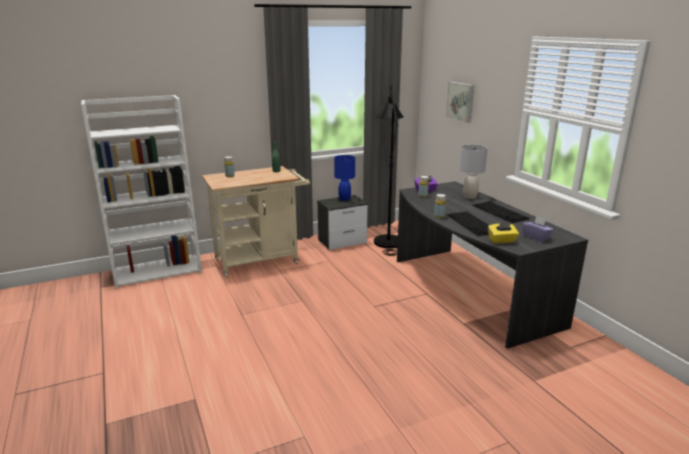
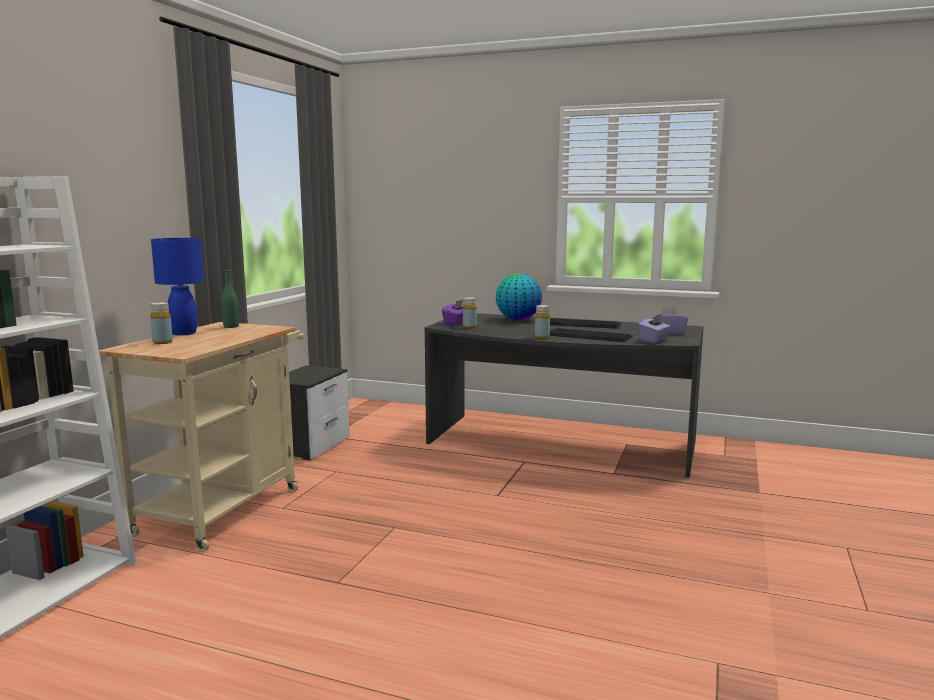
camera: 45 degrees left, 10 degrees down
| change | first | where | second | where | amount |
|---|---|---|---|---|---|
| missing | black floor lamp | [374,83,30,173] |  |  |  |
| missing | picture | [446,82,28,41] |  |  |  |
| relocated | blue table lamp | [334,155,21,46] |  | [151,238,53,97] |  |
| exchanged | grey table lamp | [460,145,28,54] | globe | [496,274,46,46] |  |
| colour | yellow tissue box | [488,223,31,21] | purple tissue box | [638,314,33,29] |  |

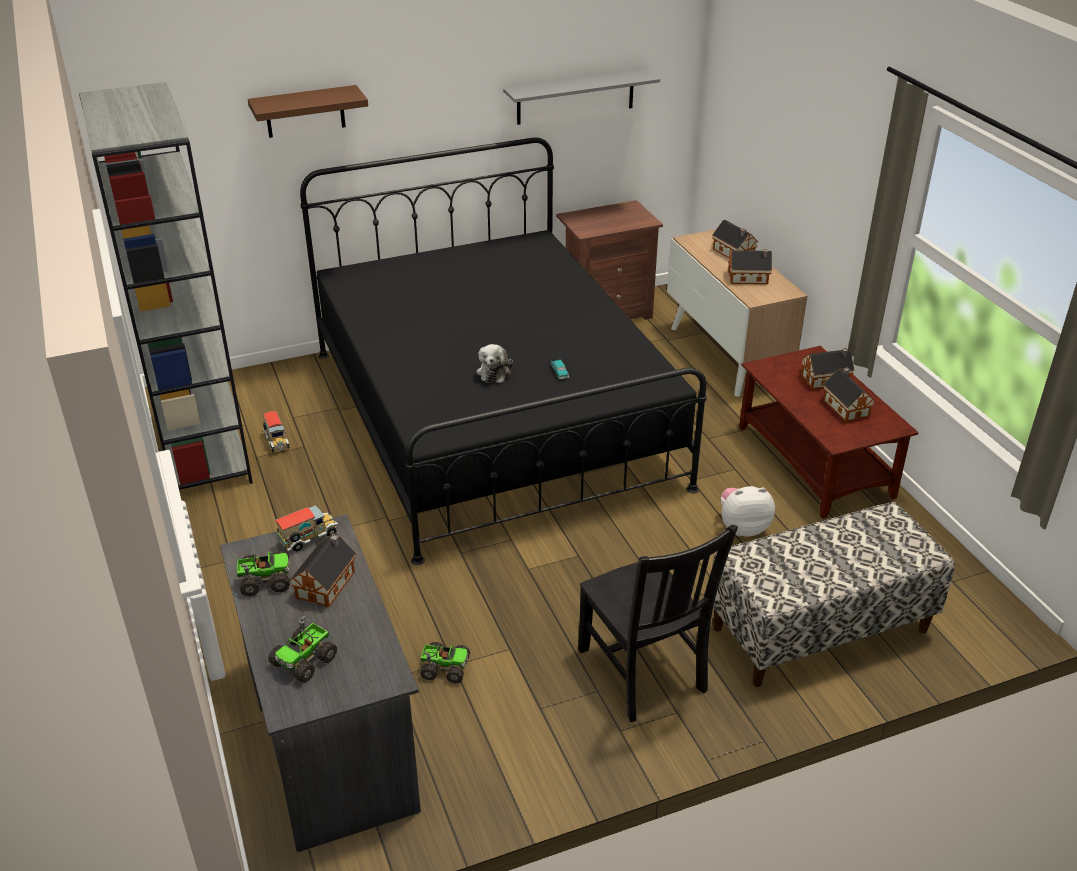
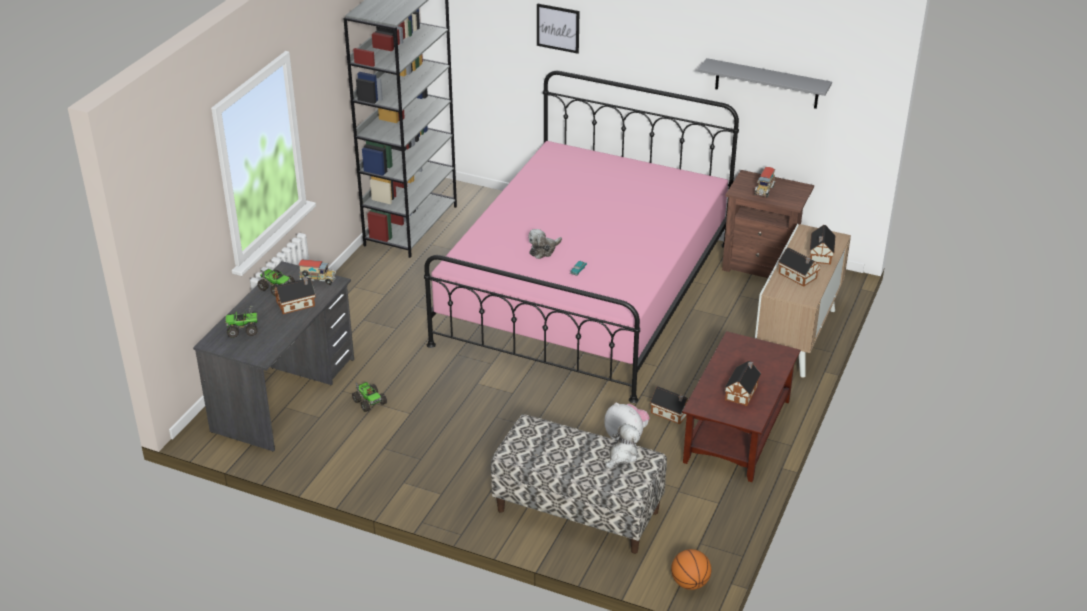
camera: 45 degrees right, 0 degrees up
| change | first | where | second | where | amount |
|---|---|---|---|---|---|
| missing | black chair | [578,525,160,197] |  |  |  |
| appeared |  |  | plush toy | [605,424,35,45] |  |
| appeared |  |  | basketball | [671,549,40,41] |  |
| relocated | toy truck | [263,411,26,41] |  | [755,167,21,30] |  |
| relocated | toy house | [801,348,54,41] |  | [650,386,39,38] |  |
| exchanged | brown shelf | [248,85,120,53] | picture | [537,3,43,51] |  |
| colour | black bed | [300,137,407,428] | pink bed | [424,71,315,332] |  |

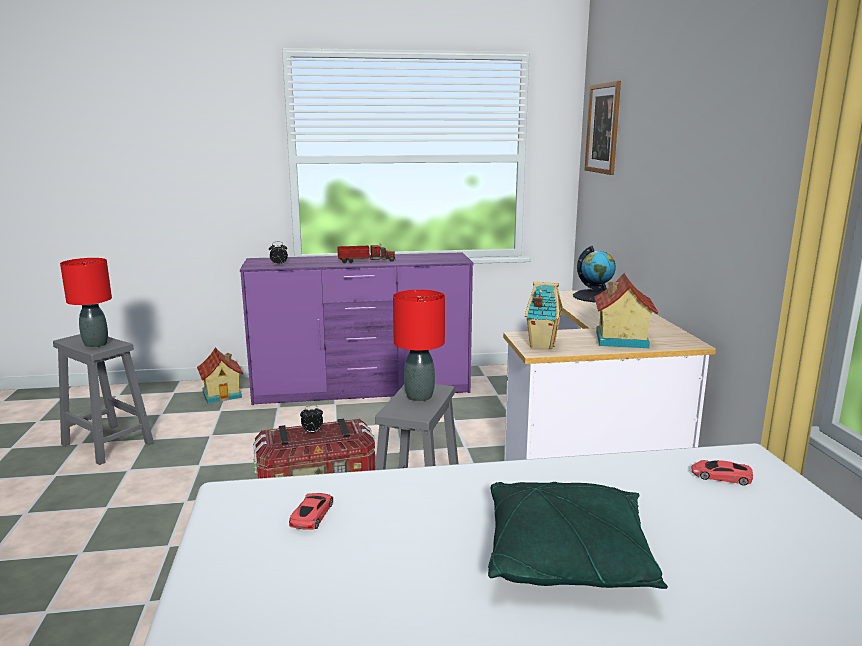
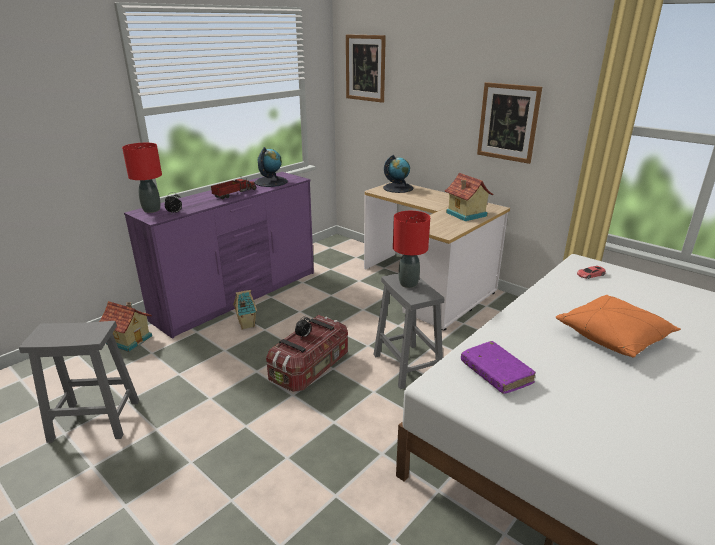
camera: 40 degrees left, 10 degrees up
| change | first | where | second | where | amount |
|---|---|---|---|---|---|
| appeared |  |  | globe | [255,147,33,40] |  |
| appeared |  |  | picture | [477,82,65,82] |  |
| relocated | red table lamp | [60,258,52,90] |  | [122,143,40,70] |  |
| relocated | toy house | [525,281,38,68] |  | [233,290,24,40] |  |
| exchanged | red toy car | [289,493,44,37] | purple book | [461,341,75,53] |  |
| colour | green pillow | [488,482,180,107] | orange pillow | [556,295,125,63] |  |

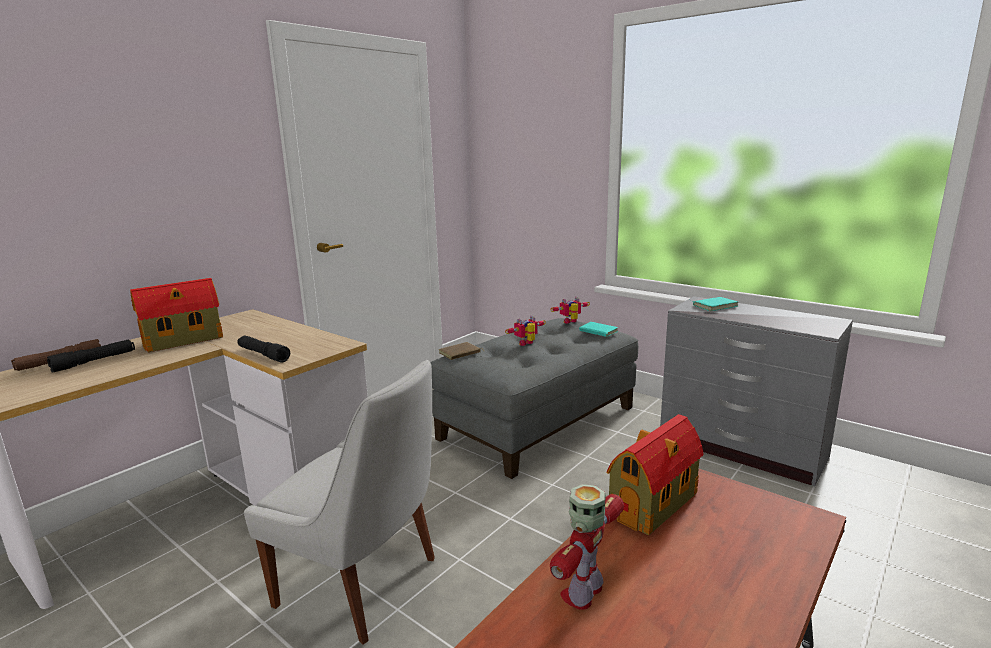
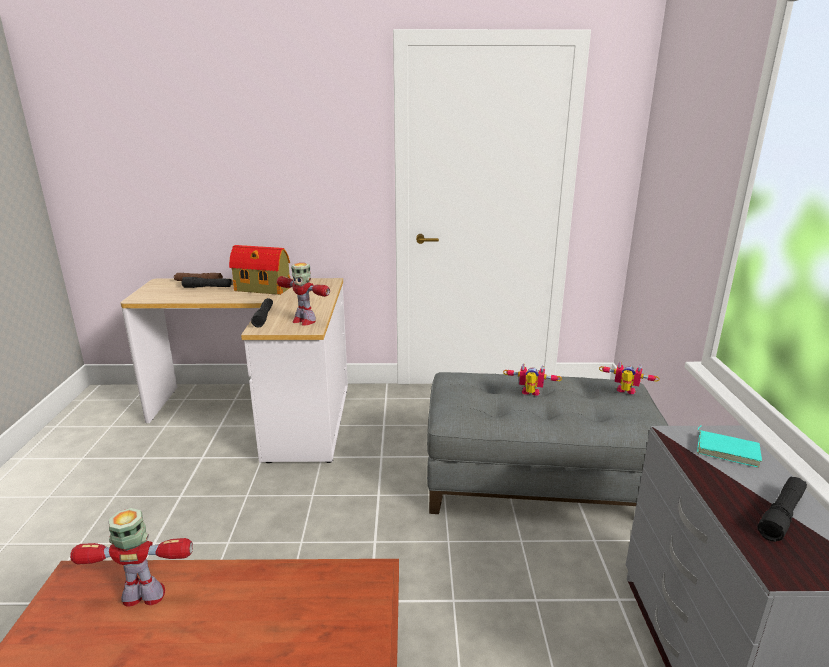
camera: 50 degrees right, 5 degrees up
| change | first | where | second | where | amount |
|---|---|---|---|---|---|
| missing | white chair | [244,360,191,285] |  |  |  |
| missing | brown book | [439,342,46,18] |  |  |  |
| missing | turquoise book | [579,322,39,15] |  |  |  |
| missing | toy house | [607,414,97,121] |  |  |  |
| appeared |  |  | toy robot | [277,263,53,63] |  |
| appeared |  |  | black flashlight | [757,476,50,66] |  |

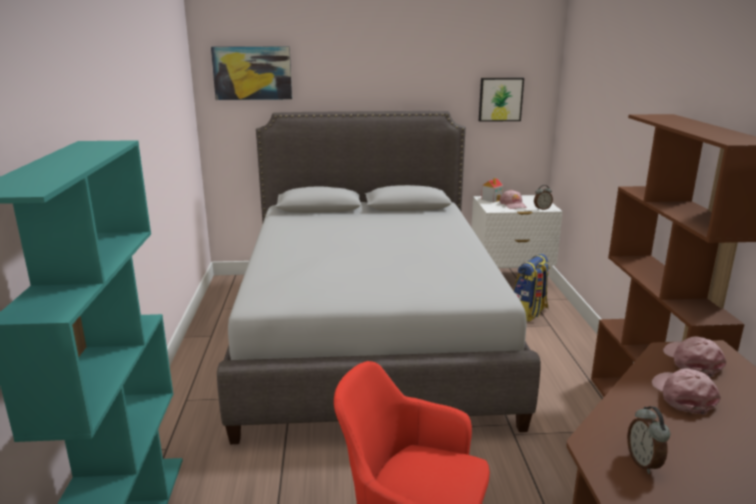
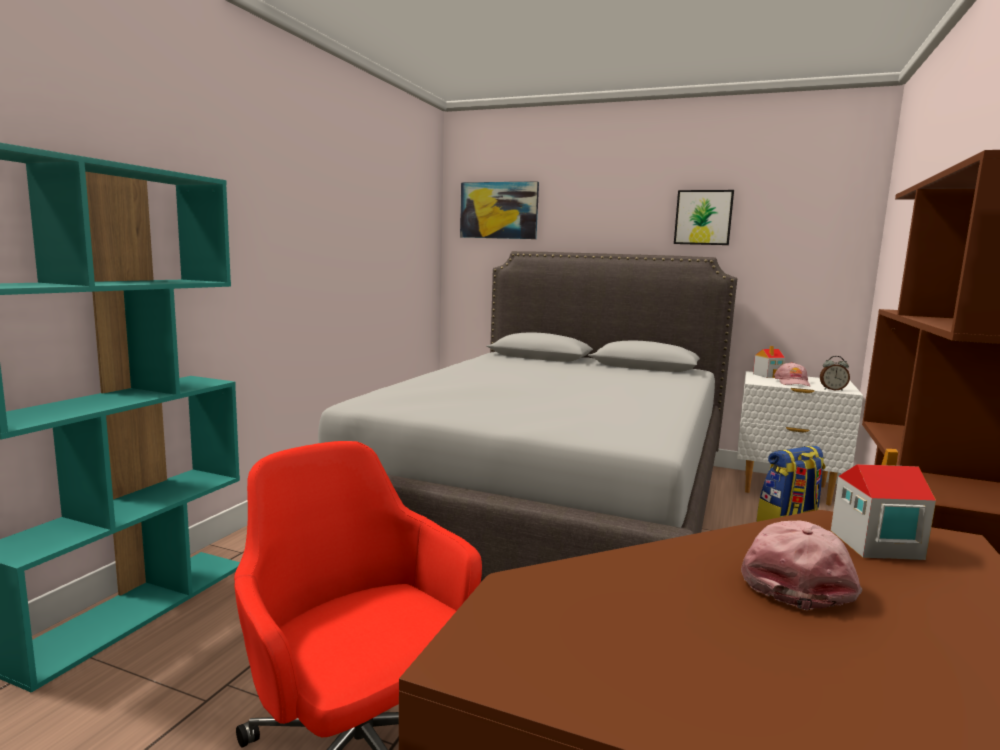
camera: 25 degrees right, 10 degrees down
| change | first | where | second | where | amount |
|---|---|---|---|---|---|
| missing | alarm clock | [627,406,43,68] |  |  |  |
| relocated | picture | [479,78,45,44] |  | [674,190,60,55] |  |
| exchanged | pink cap | [663,337,63,40] | toy house | [831,449,105,111] |  |

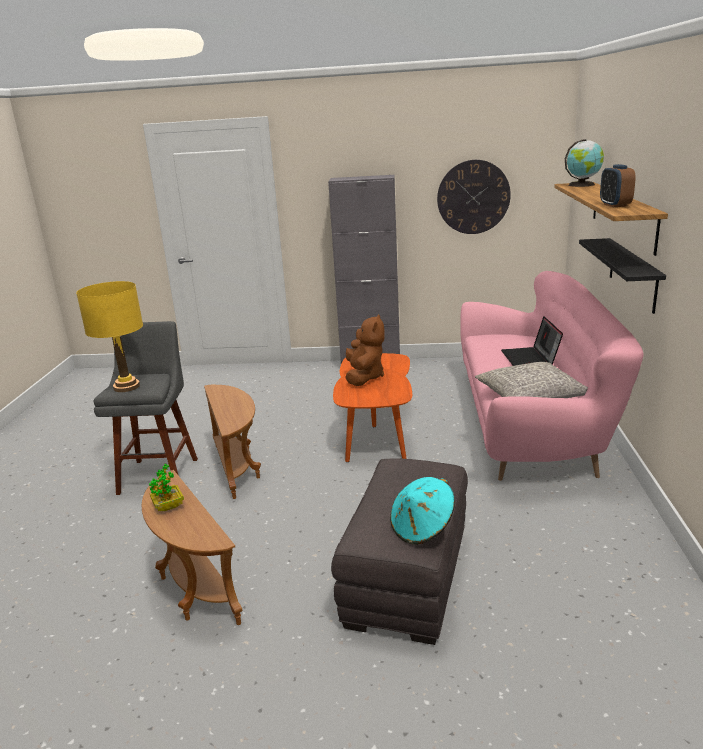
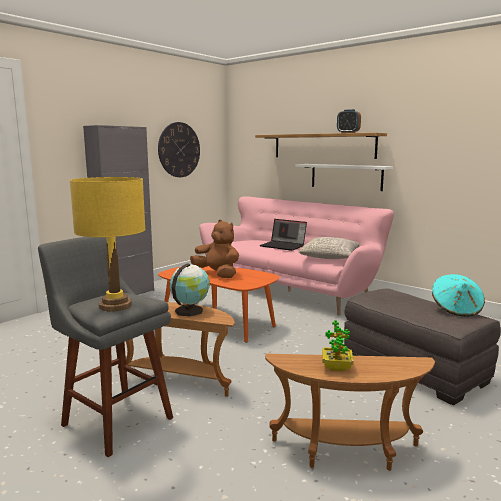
camera: 55 degrees left, 10 degrees down
| change | first | where | second | where | amount |
|---|---|---|---|---|---|
| relocated | globe | [565,139,39,48] |  | [170,263,40,54] |  |
| colour | black shelf | [579,238,87,76] | white shelf | [295,164,98,27] |  |

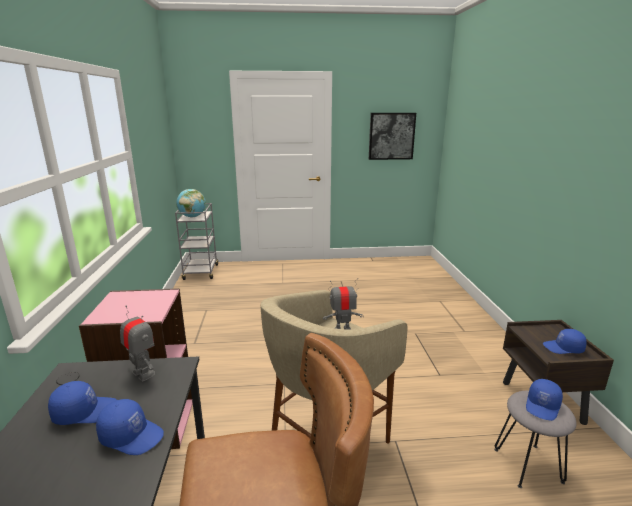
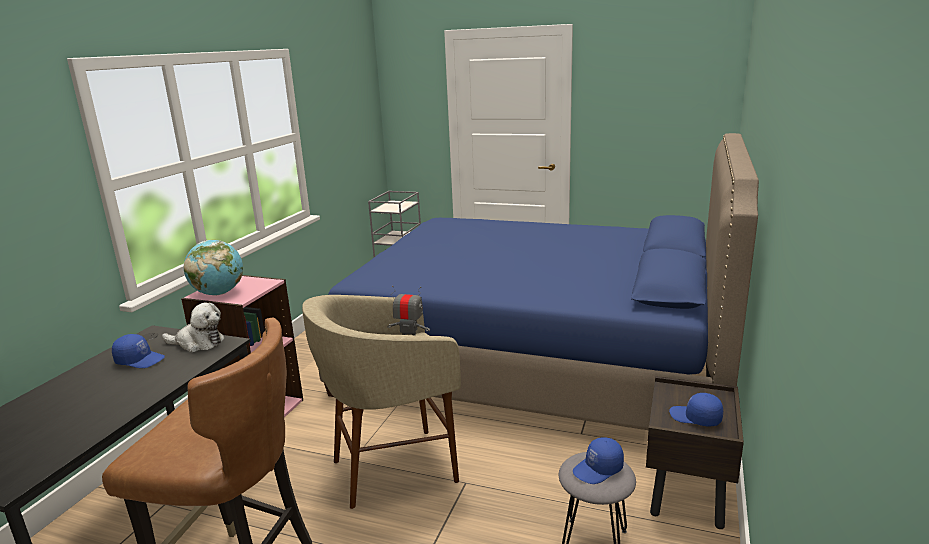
camera: 25 degrees right, 0 degrees up
| change | first | where | second | where | amount |
|---|---|---|---|---|---|
| missing | blue cap | [96,399,68,56] |  |  |  |
| missing | picture | [369,113,47,47] |  |  |  |
| appeared |  |  | blue bed | [319,133,440,297] |  |
| relocated | globe | [176,189,30,28] |  | [184,240,59,56] |  |
| exchanged | toy robot | [120,306,35,76] | plush toy | [162,302,63,51] |  |

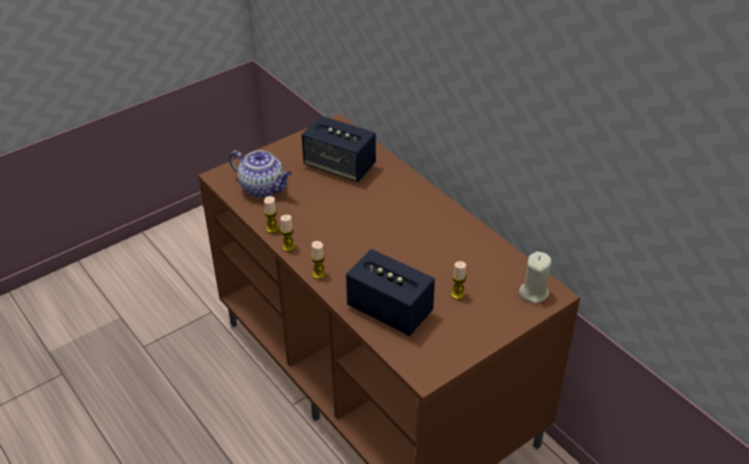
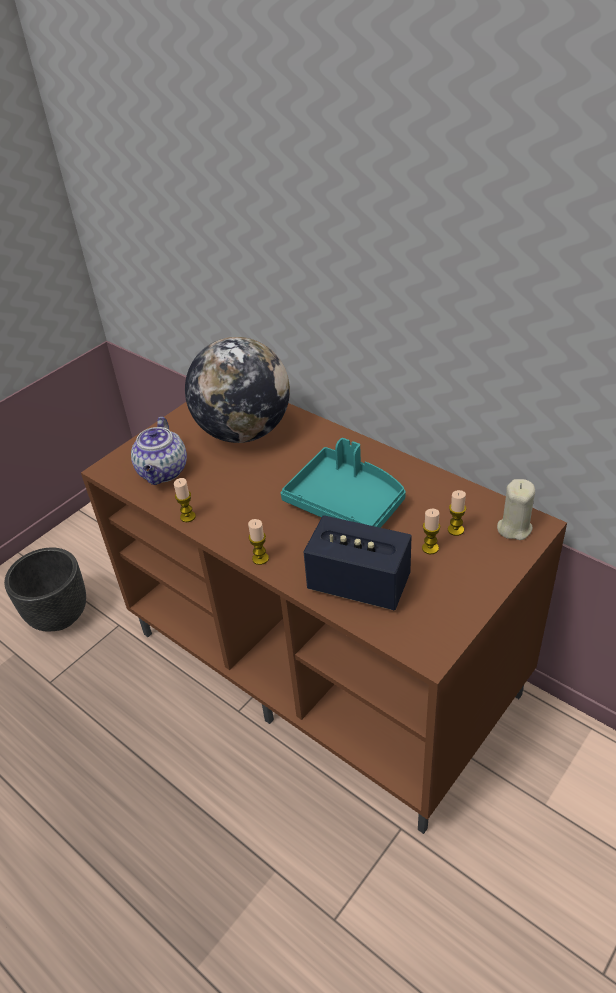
camera: 10 degrees left, 0 degrees up
| change | first | where | second | where | amount |
|---|---|---|---|---|---|
| appeared |  |  | black planter | [4,547,82,85] |  |
| appeared |  |  | turquoise tray | [281,438,125,90] |  |
| relocated | candle | [280,215,15,37] |  | [448,490,18,46] |  |
| exchanged | speaker | [301,116,75,66] | globe | [185,337,105,106] |  |
| spun | teapot | [229,150,63,48] |  | [131,417,56,68] | 75 degrees clockwise |

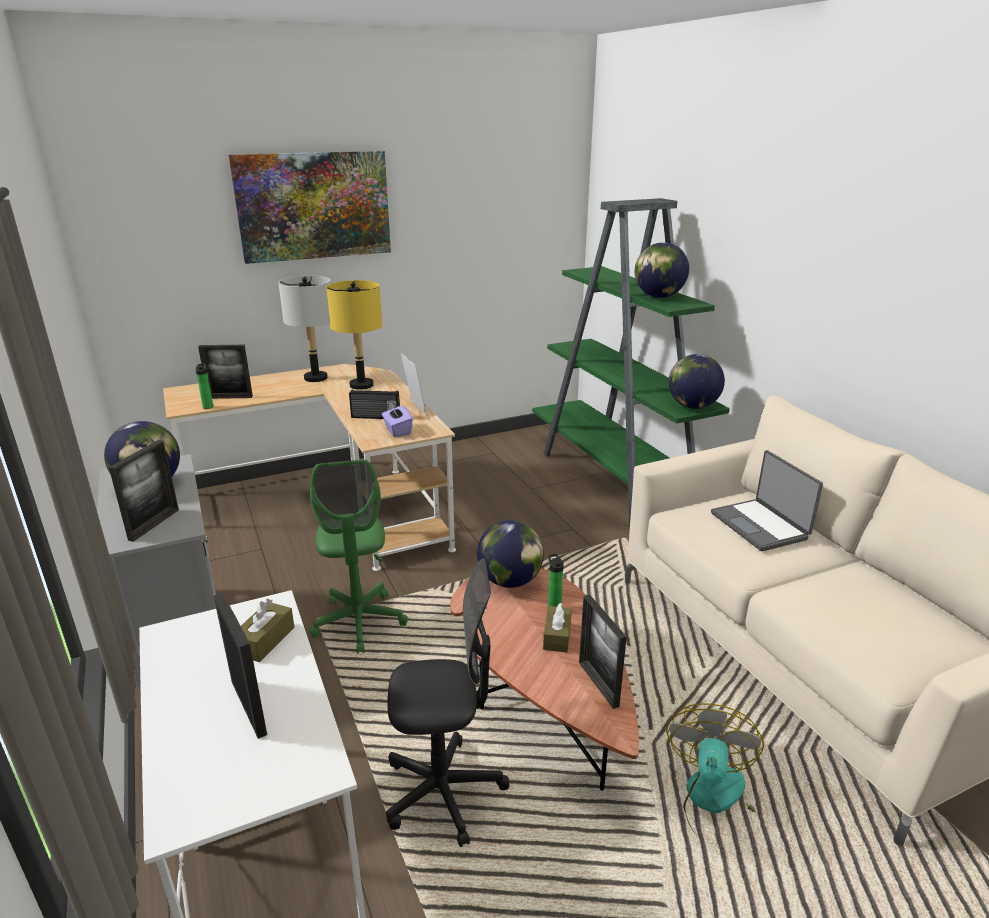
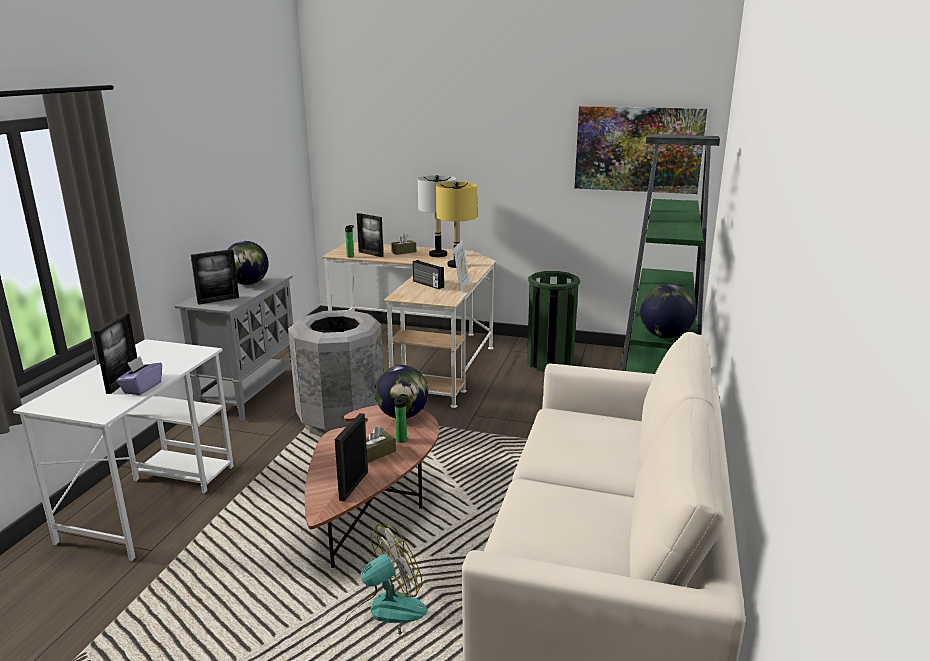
camera: 40 degrees right, 5 degrees down
| change | first | where | second | where | amount |
|---|---|---|---|---|---|
| missing | black office chair | [386,558,123,289] |  |  |  |
| missing | globe | [635,242,54,56] |  |  |  |
| missing | laptop | [711,450,112,101] |  |  |  |
| appeared |  |  | green trash can | [527,271,53,101] |  |
| relocated | picture | [228,151,163,113] |  | [575,106,132,88] |  |
| relocated | brown tissue box | [241,599,53,63] |  | [391,234,25,21] |  |
| relocated | purple tissue box | [382,406,31,31] |  | [116,357,46,38] |  |
| exchanged | green office chair | [309,460,99,194] | grey trash can | [288,310,95,127] |  |

